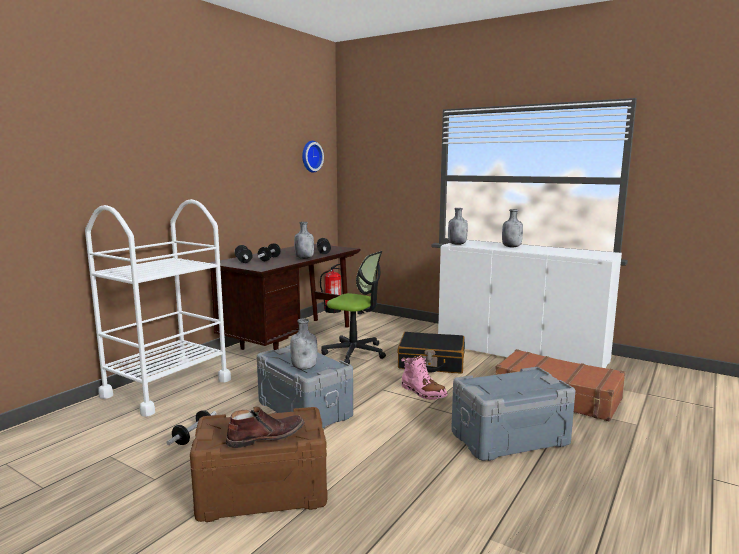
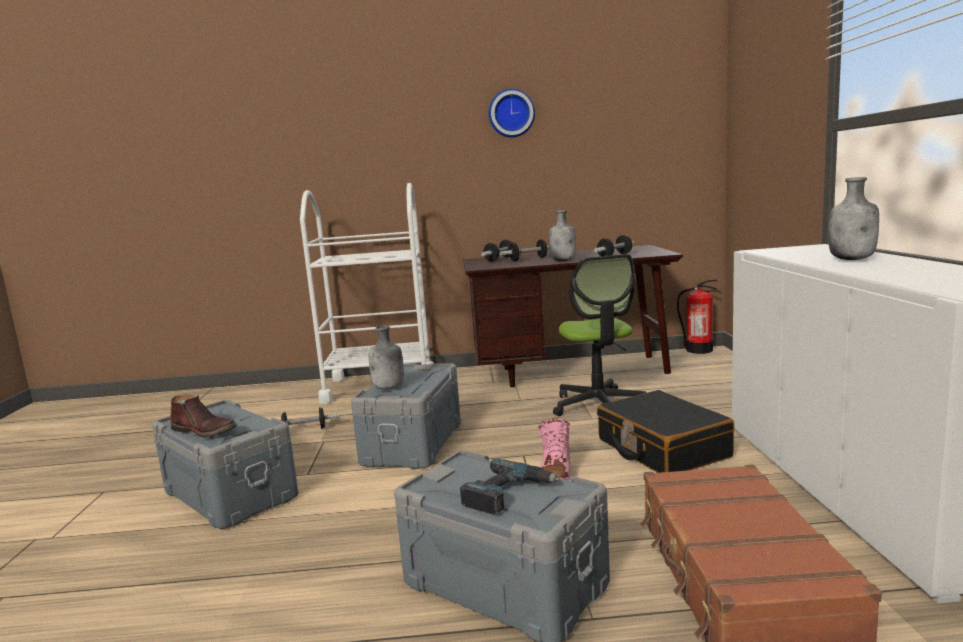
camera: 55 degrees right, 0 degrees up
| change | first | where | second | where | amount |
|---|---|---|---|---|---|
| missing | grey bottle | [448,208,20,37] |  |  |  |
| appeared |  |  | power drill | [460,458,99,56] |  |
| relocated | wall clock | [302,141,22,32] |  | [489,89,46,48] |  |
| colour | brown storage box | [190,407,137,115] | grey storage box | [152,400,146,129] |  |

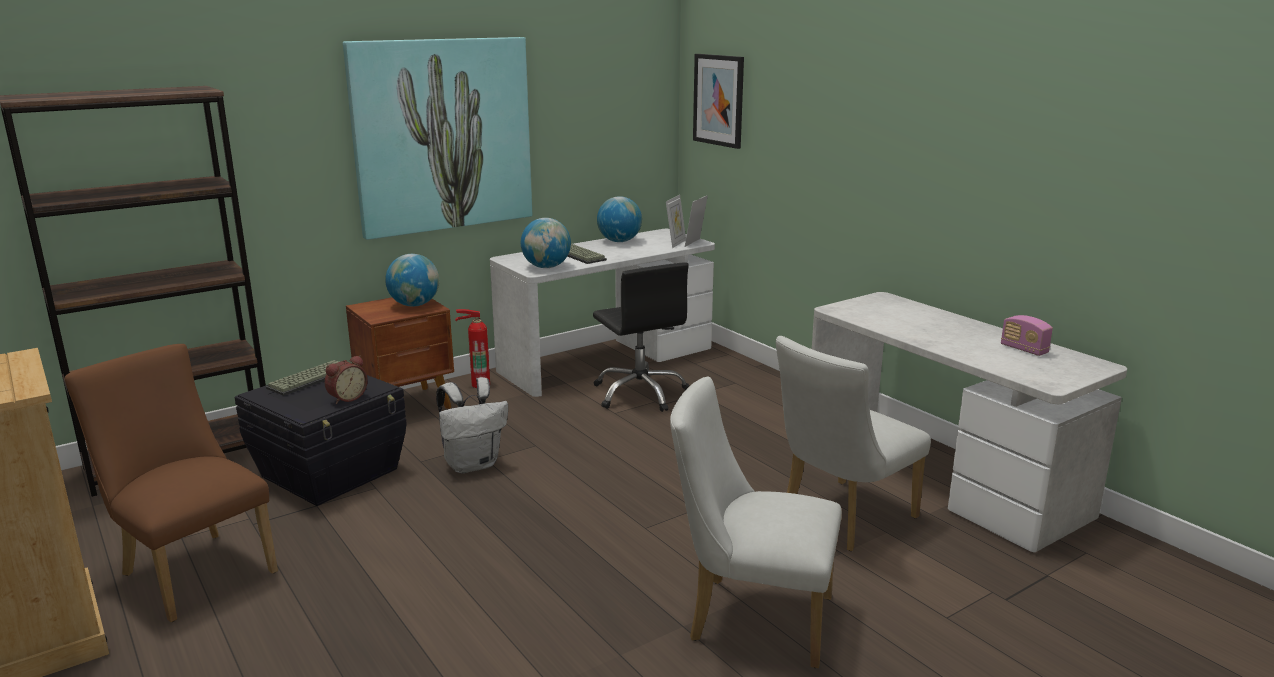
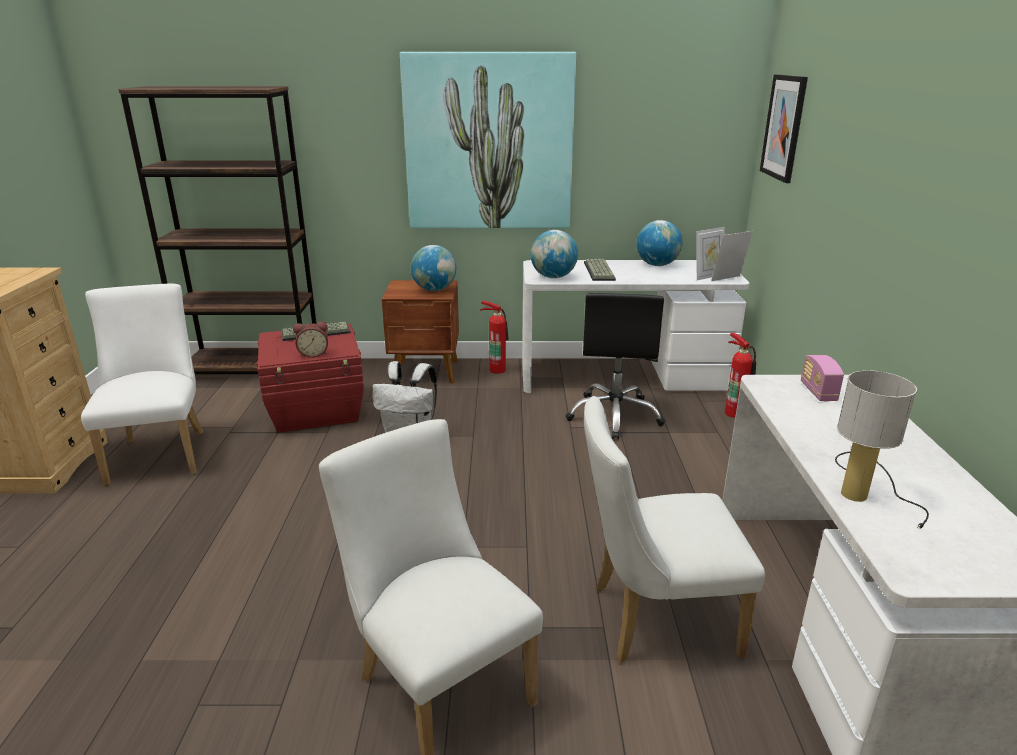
camera: 35 degrees right, 5 degrees up
| change | first | where | second | where | amount |
|---|---|---|---|---|---|
| appeared |  |  | fire extinguisher | [725,333,31,85] |  |
| appeared |  |  | table lamp | [835,370,94,159] |  |
| relocated | radio | [1001,315,52,41] |  | [801,355,43,46] |  |
| colour | brown chair | [65,344,213,278] | white chair | [81,283,122,203] |  |
| colour | black storage box | [235,375,172,131] | red storage box | [257,324,107,109] |  |

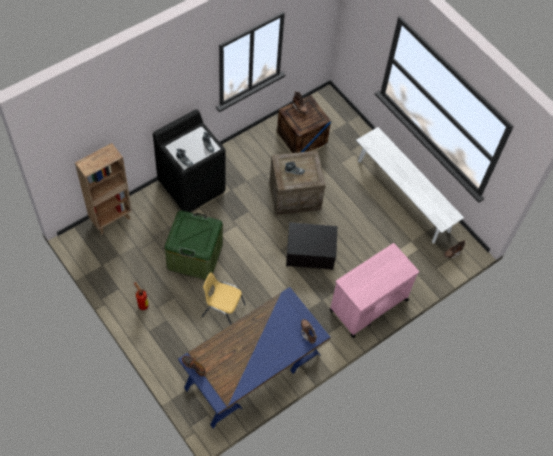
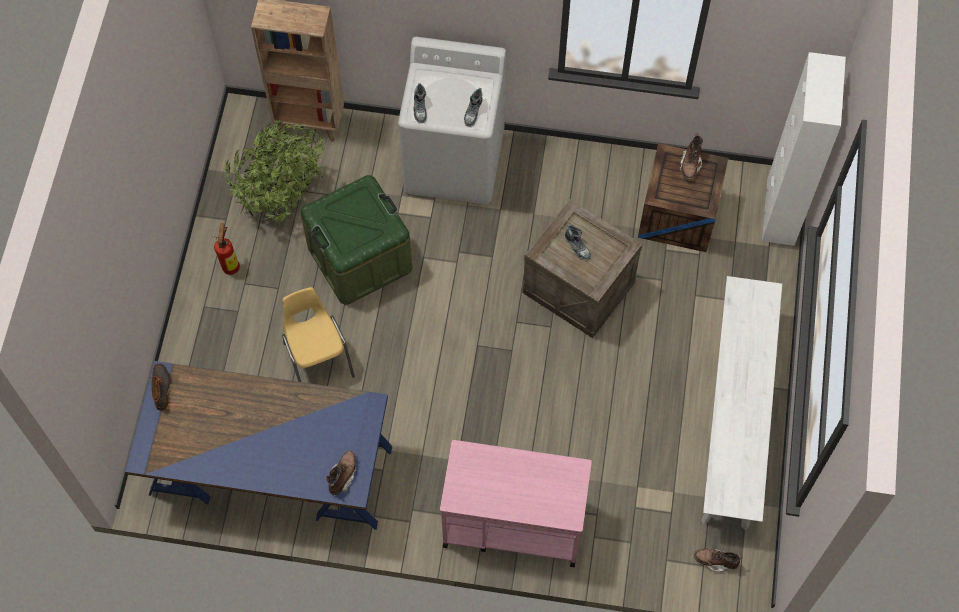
camera: 50 degrees right, 5 degrees up
| change | first | where | second | where | amount |
|---|---|---|---|---|---|
| missing | storage box | [286,222,51,48] |  |  |  |
| appeared |  |  | potted plant | [224,120,101,105] |  |
| appeared |  |  | white cabinet | [762,52,84,194] |  |
| colour | black washing machine | [153,109,73,103] | white washing machine | [398,37,108,168] |  |

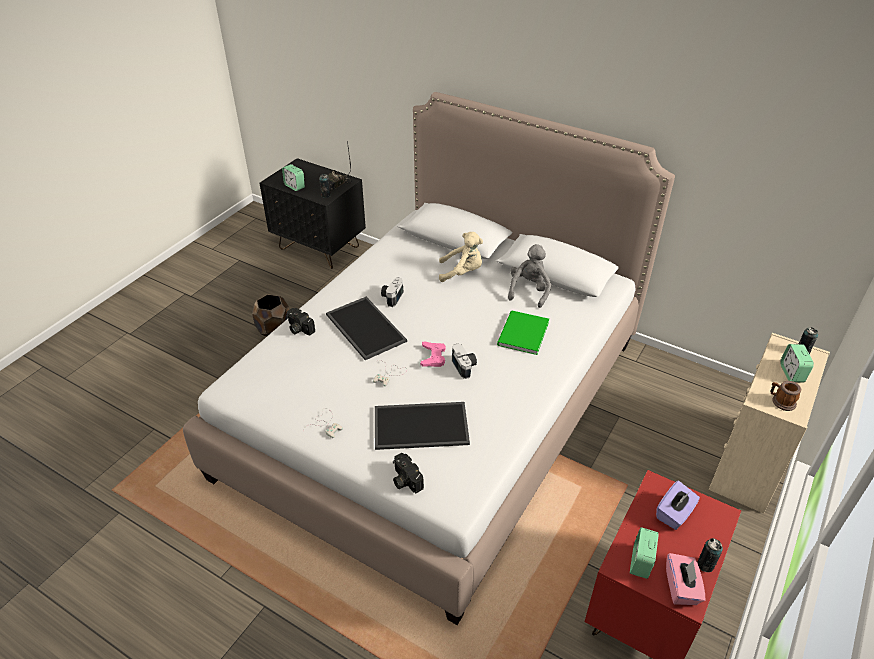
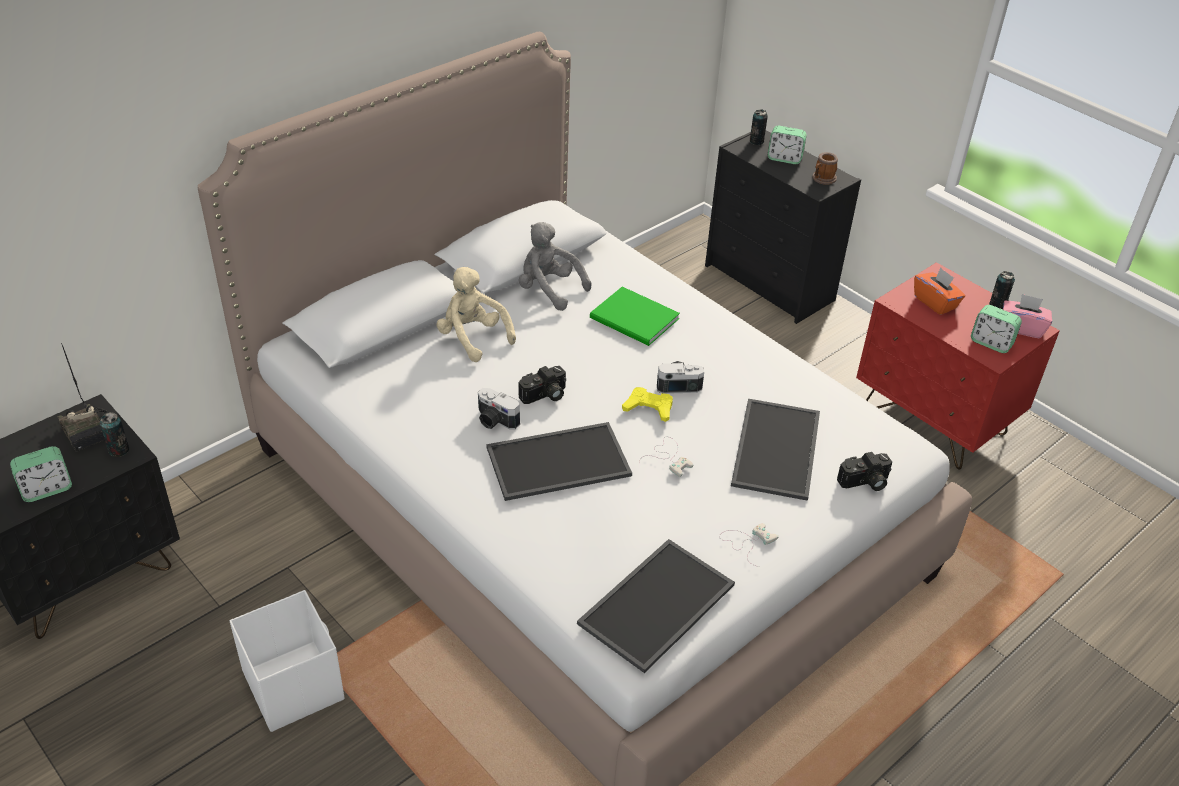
camera: 75 degrees left, 0 degrees up
| change | first | where | second | where | amount |
|---|---|---|---|---|---|
| appeared |  |  | tray | [577,539,158,134] |  |
| relocated | photo camera | [286,308,29,27] |  | [518,366,48,38] |  |
| exchanged | brown planter | [252,294,38,42] | white storage box | [230,590,115,142] |  |
| colour | pink game controller | [420,342,26,25] | yellow game controller | [622,387,51,35] |  |
| colour | purple tissue box | [656,481,44,49] | orange tissue box | [914,268,51,47] |  |
| colour | beige dresser | [709,333,121,180] | black dresser | [705,130,156,194] |  |
| spun | beige plush toy | [439,232,44,50] |  | [436,267,80,95] | 60 degrees counterclockwise |

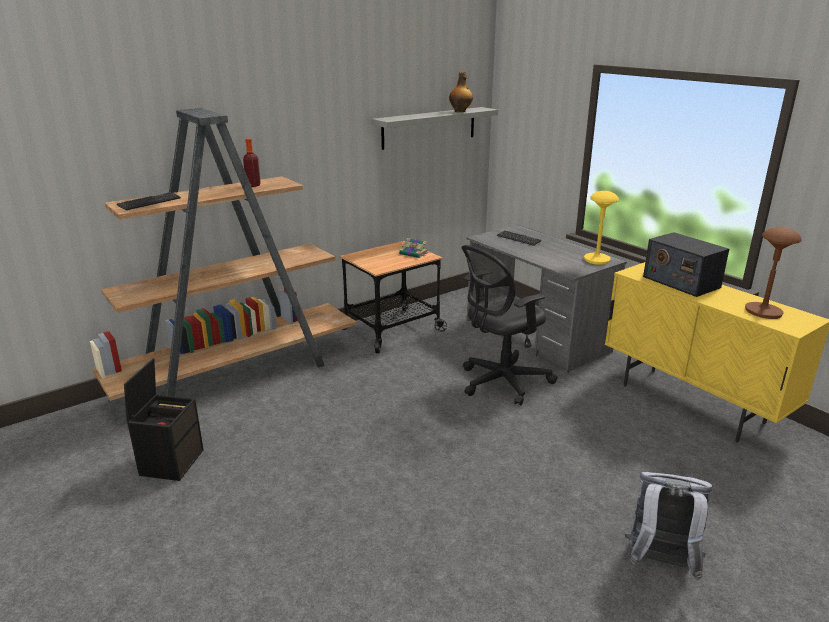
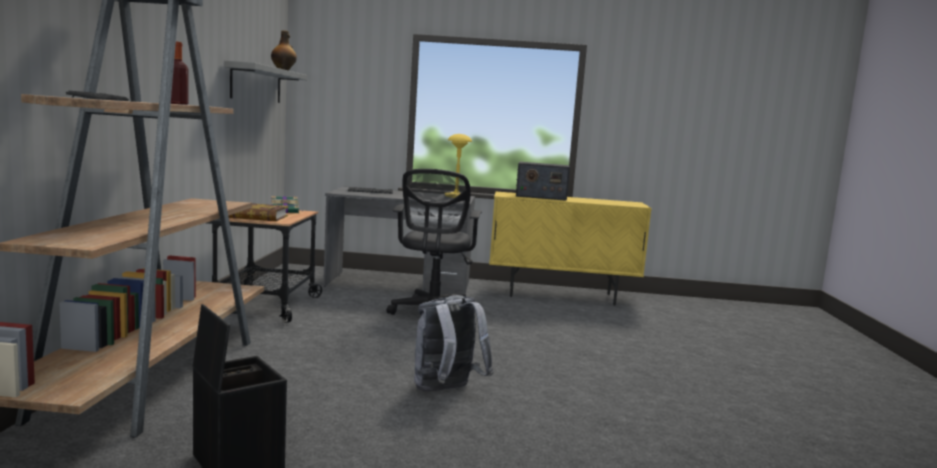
camera: 50 degrees left, 15 degrees down
| change | first | where | second | where | amount |
|---|---|---|---|---|---|
| missing | brown table lamp | [745,227,57,92] |  |  |  |
| appeared |  |  | book | [228,203,60,18] |  |
| relocated | grey backpack | [624,472,88,108] |  | [414,295,79,96] |  |

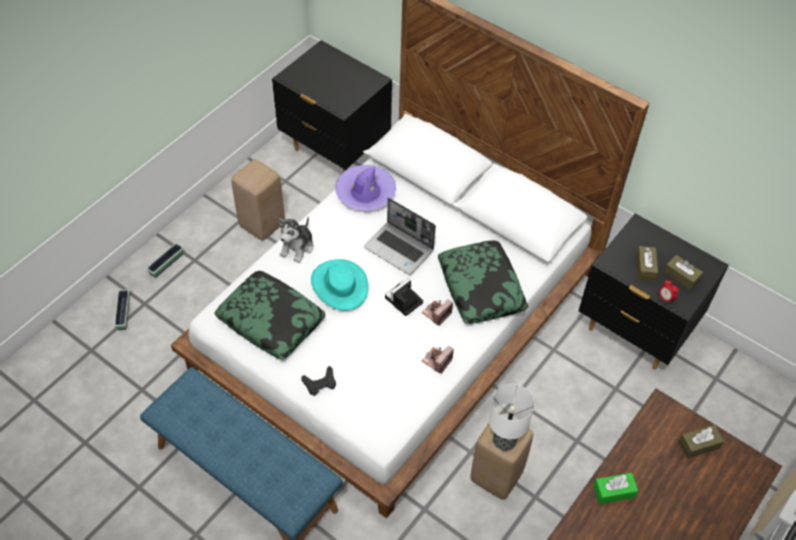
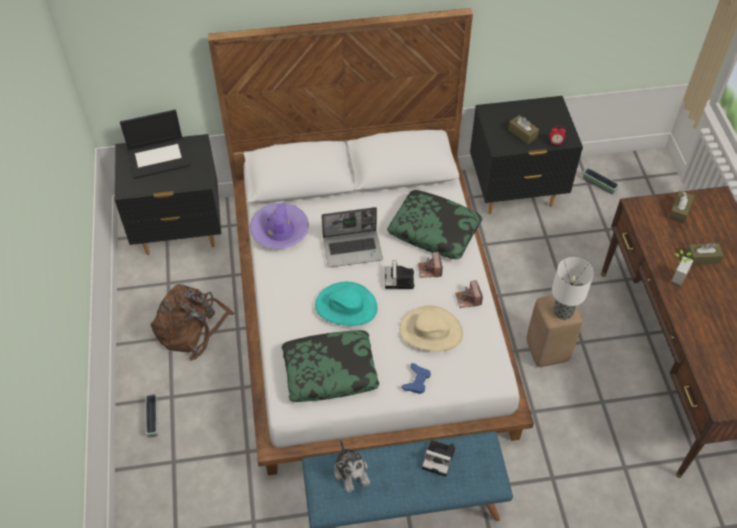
camera: 45 degrees left, 0 degrees up
| change | first | where | second | where | amount |
|---|---|---|---|---|---|
| appeared |  |  | laptop | [120,110,70,69] |  |
| appeared |  |  | beige hat | [399,306,64,45] |  |
| appeared |  |  | photo camera | [422,440,33,37] |  |
| relocated | planter | [114,289,16,41] |  | [583,167,36,27] |  |
| relocated | plush toy | [278,217,36,46] |  | [334,440,36,53] |  |
| relocated | brown tissue box | [664,255,39,35] |  | [686,243,38,22] |  |
| exchanged | beige stool | [231,160,54,80] | brown backpack | [151,284,84,77] |  |
| exchanged | green tissue box | [593,473,45,31] | potted plant | [670,250,23,38] |  |
| colour | black game controller | [301,366,35,30] | blue game controller | [402,363,29,31] |  |

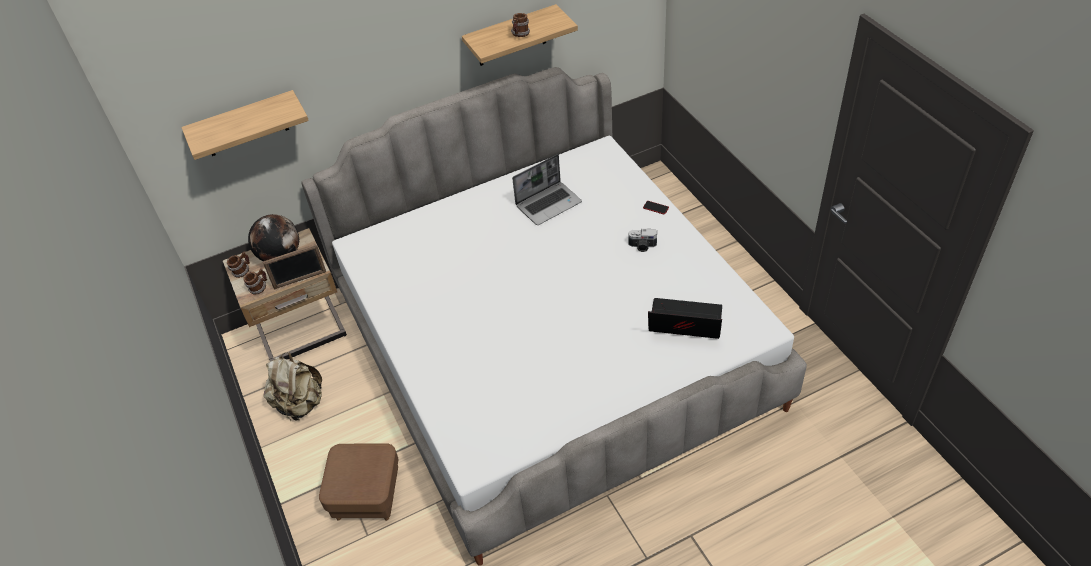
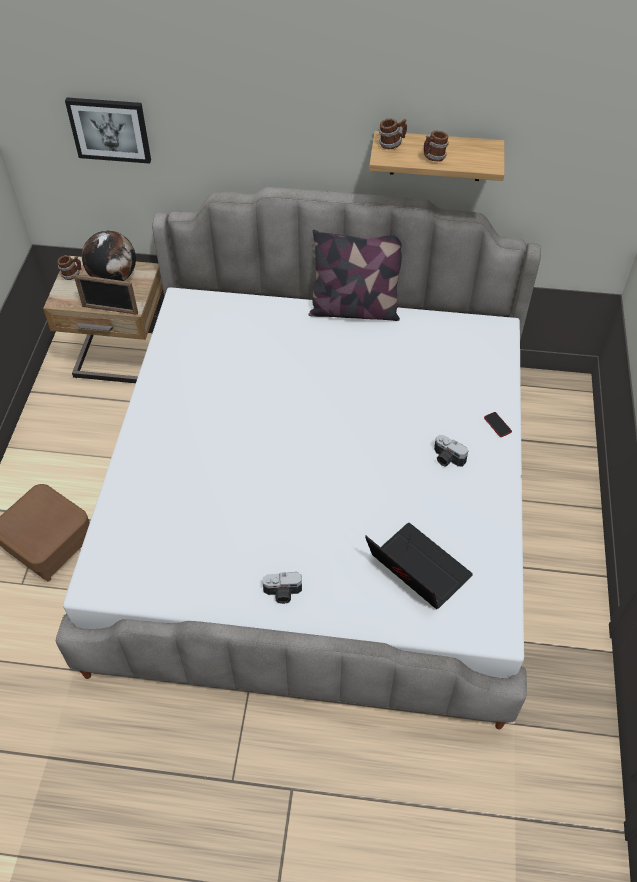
camera: 30 degrees right, 5 degrees up
| change | first | where | second | where | amount |
|---|---|---|---|---|---|
| missing | beige backpack | [263,352,59,69] |  |  |  |
| missing | laptop | [512,154,70,71] |  |  |  |
| appeared |  |  | photo camera | [263,572,39,32] |  |
| appeared |  |  | pillow | [308,230,94,91] |  |
| relocated | mug | [243,268,24,27] |  | [379,118,28,31] |  |
| exchanged | shelf | [181,90,128,70] | picture | [65,97,86,67] |  |

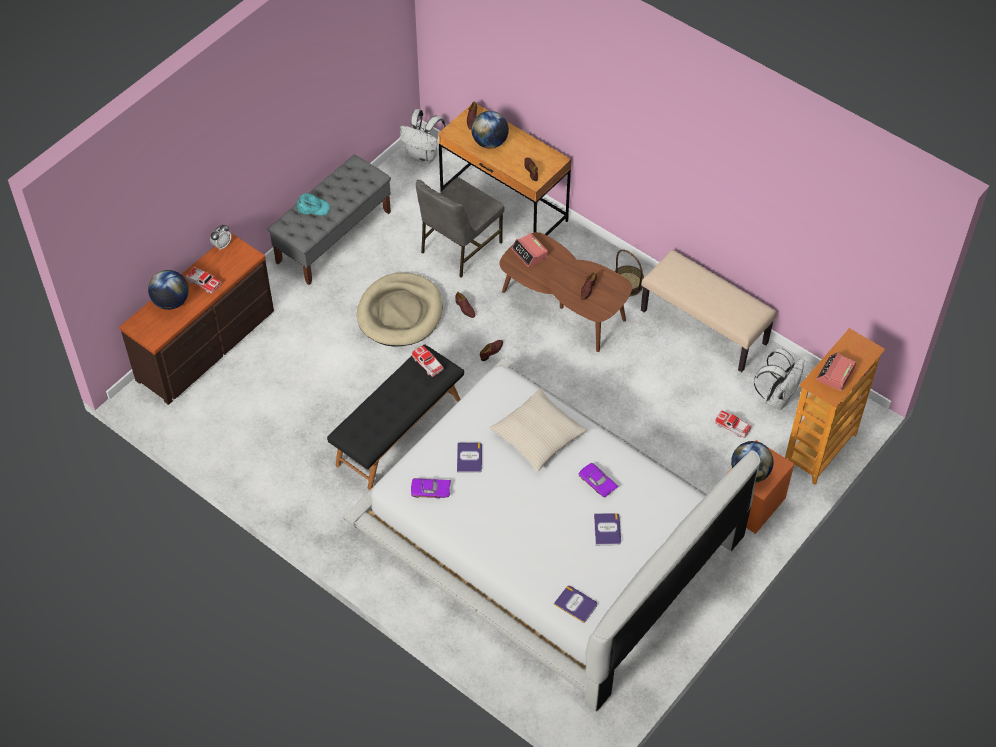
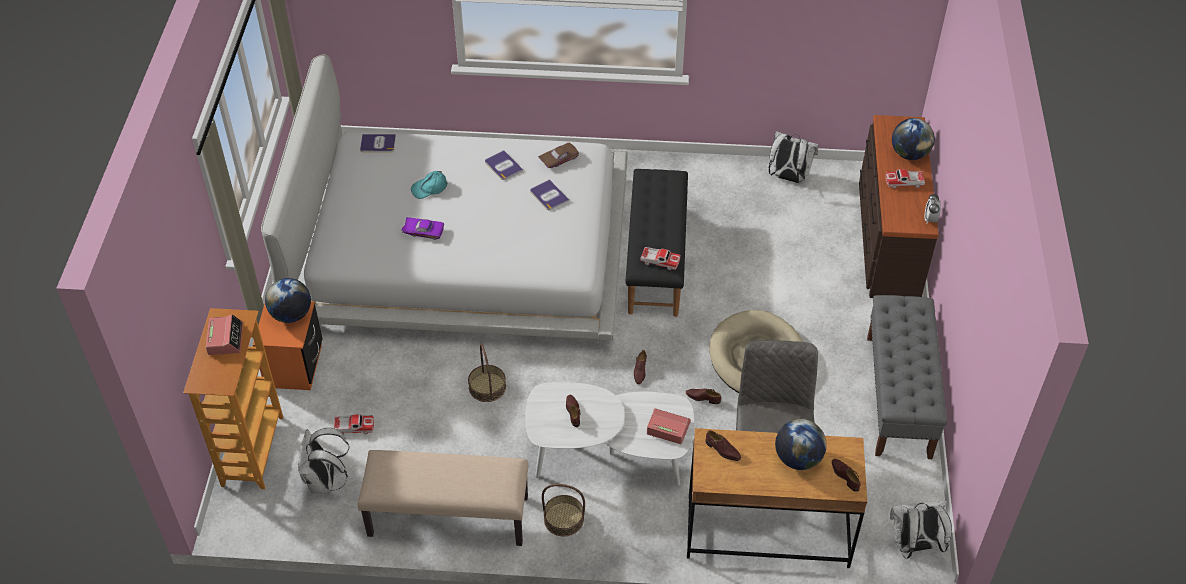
camera: 145 degrees right, 5 degrees down
| change | first | where | second | where | amount |
|---|---|---|---|---|---|
| missing | beige pillow | [489,388,99,84] |  |  |  |
| appeared |  |  | basket | [468,344,38,58] |  |
| appeared |  |  | white backpack | [769,131,50,53] |  |
| relocated | turquoise cap | [297,193,33,23] |  | [411,171,37,28] |  |
| relocated | book | [594,513,27,32] |  | [485,150,38,30] |  |
| colour | purple toy car | [411,478,40,20] | brown toy car | [538,143,41,25] |  |
| colour | brown coffee table | [499,232,133,120] | white coffee table | [525,382,169,104] |  |

